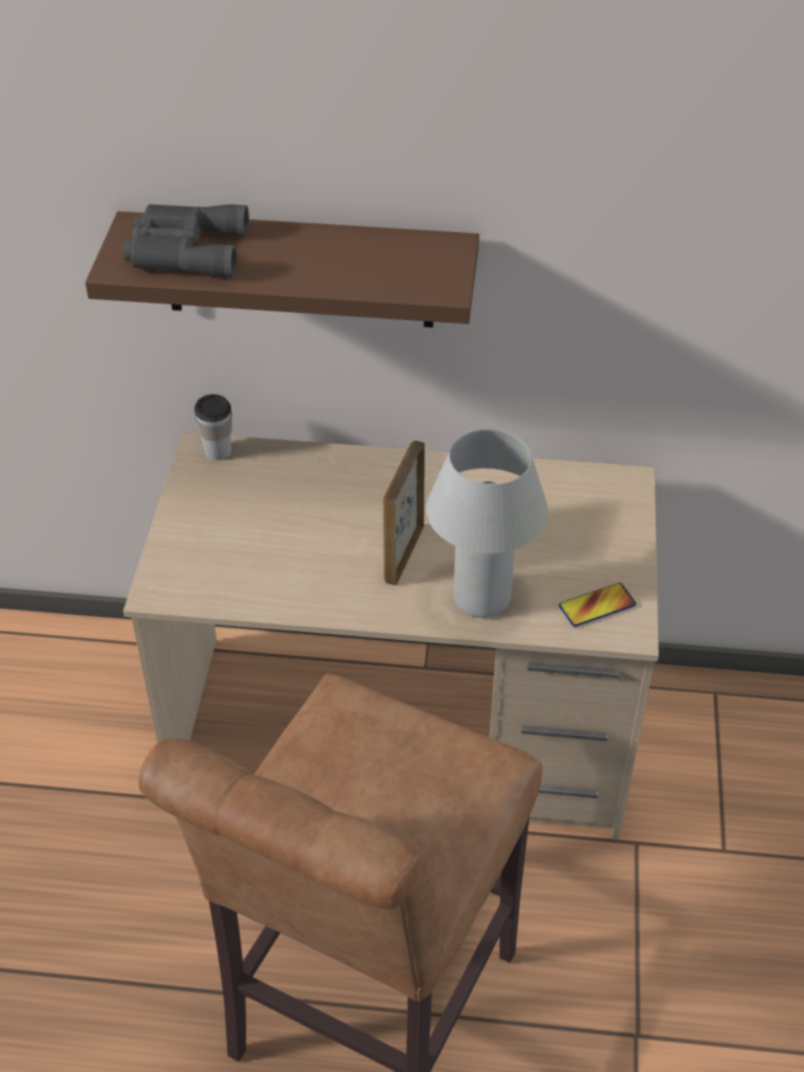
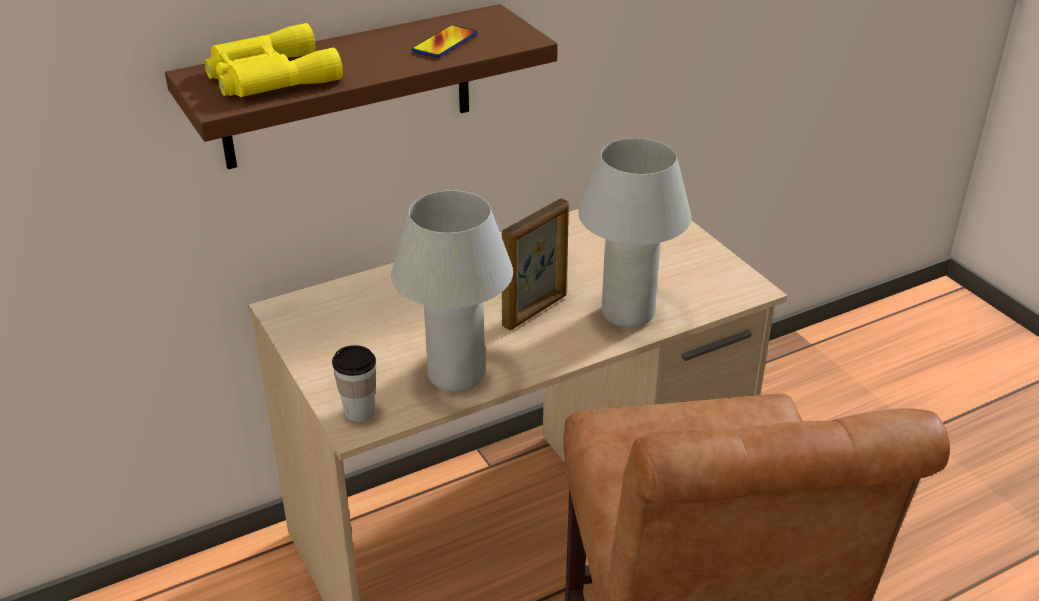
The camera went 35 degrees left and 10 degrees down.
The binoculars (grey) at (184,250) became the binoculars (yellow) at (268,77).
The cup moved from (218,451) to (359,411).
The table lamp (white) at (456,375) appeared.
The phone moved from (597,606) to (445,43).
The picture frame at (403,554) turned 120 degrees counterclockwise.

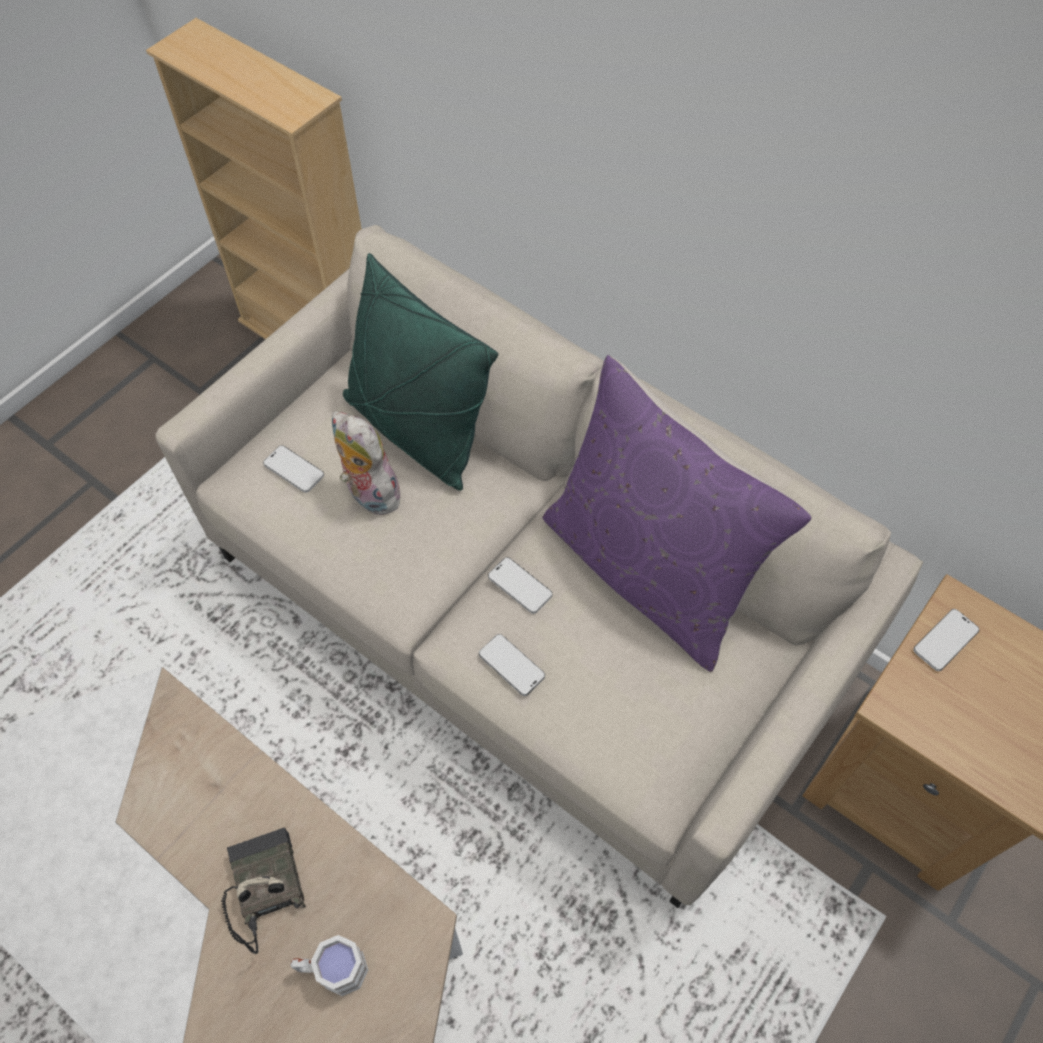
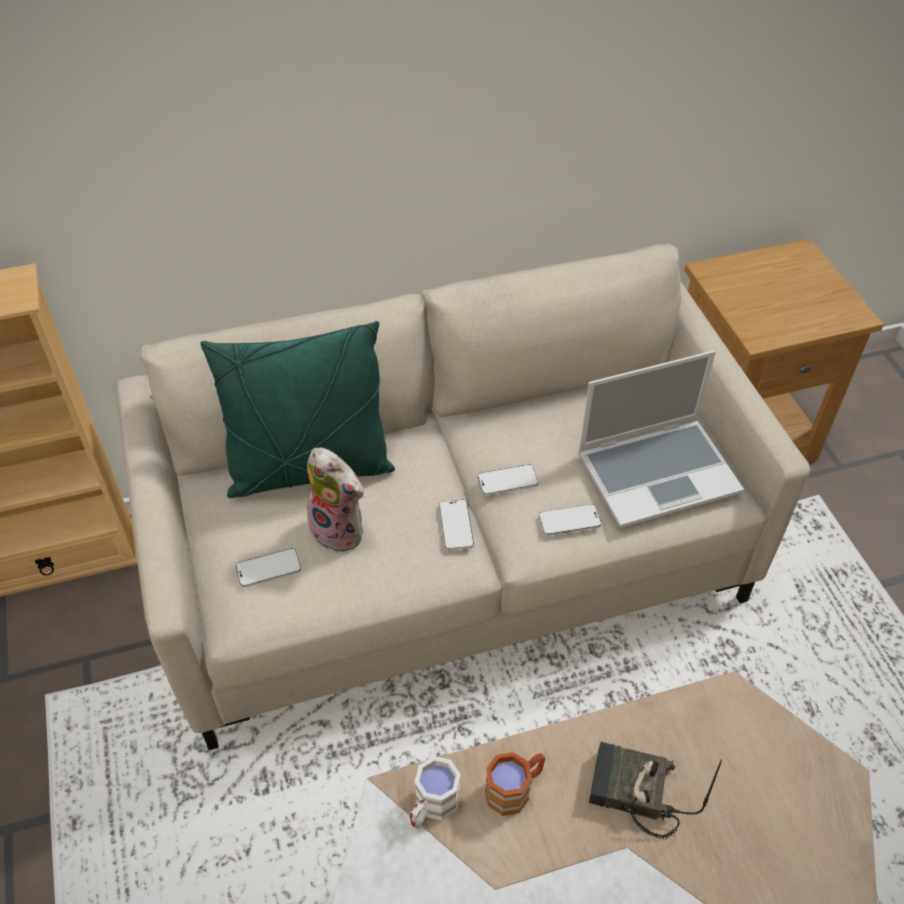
The camera went 55 degrees left and 10 degrees down.
The plush toy at (369,493) turned 135 degrees counterclockwise.
The mug (white) moved from (333,969) to (432,806).
The phone moved from (945,641) to (456,526).
The mug (brown) at (515,789) appeared.
The laptop at (658,472) appeared.
The pillow (purple) at (648,570) disappeared.

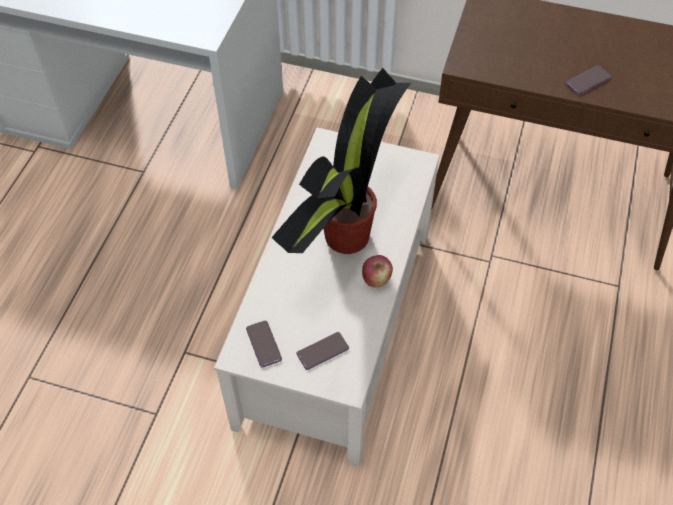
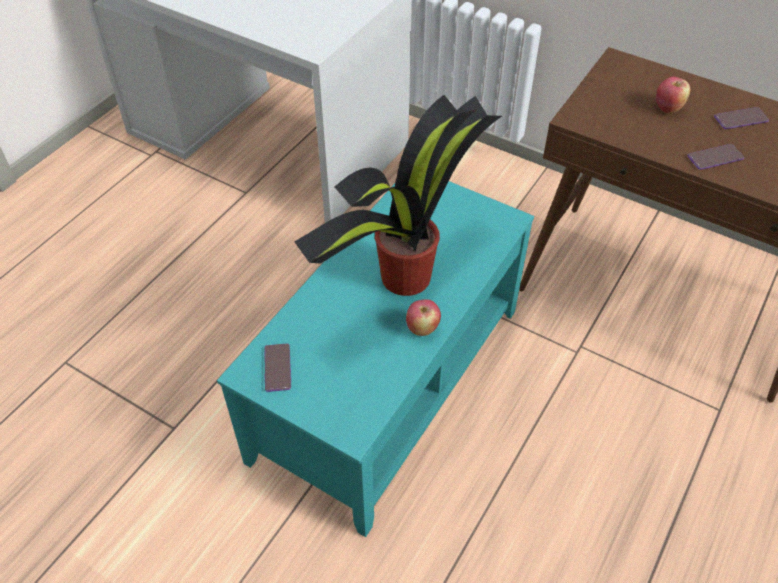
The camera went 15 degrees right and 5 degrees down.
The coffee table (beige) at (336,327) became the coffee table (turquoise) at (389,383).
The apple at (667,108) appeared.
The phone moved from (322,351) to (740,119).

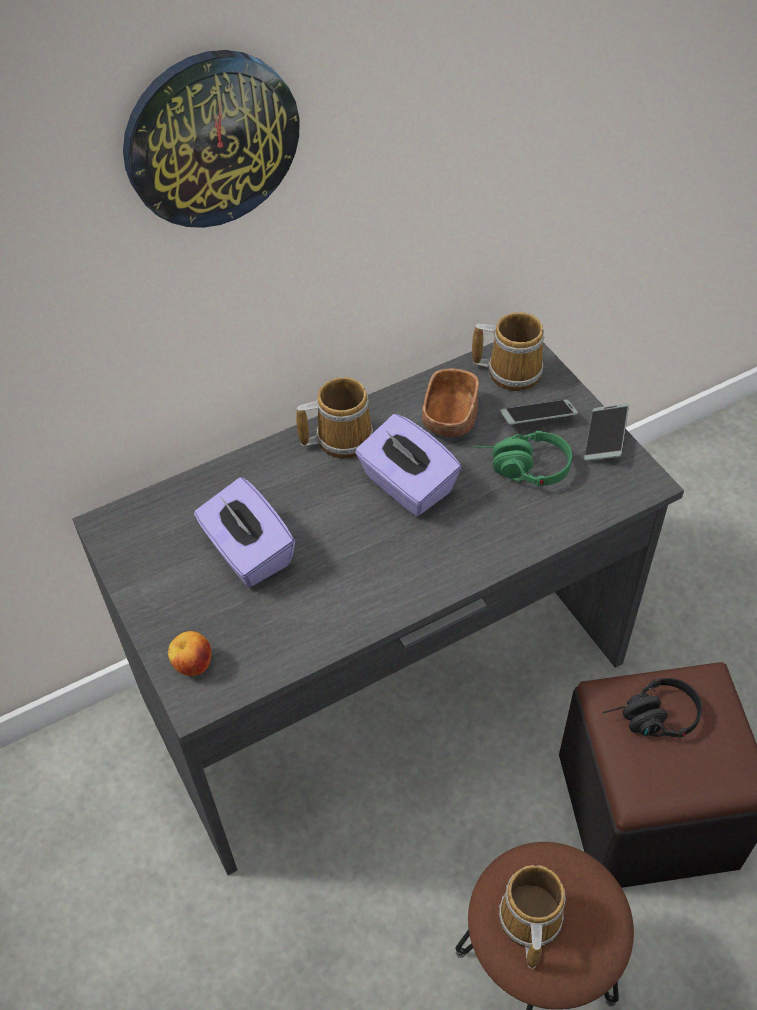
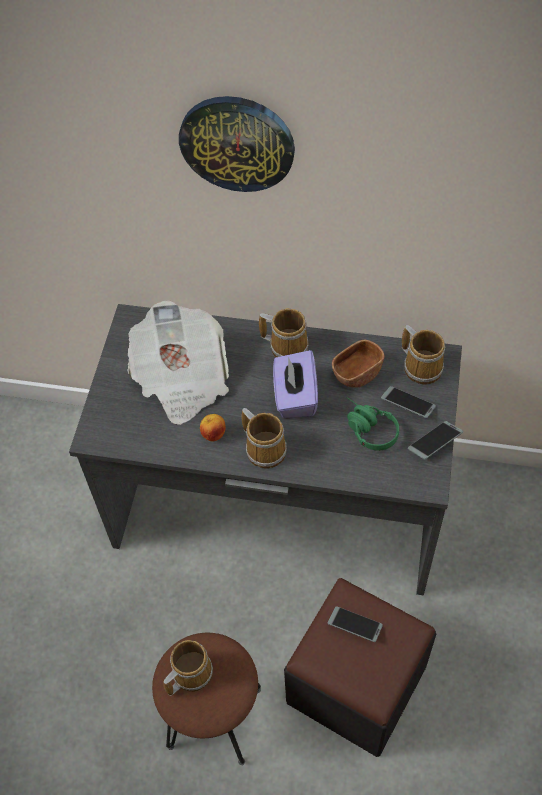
The camera went 40 degrees right and 5 degrees up.
The tissue box (purple) at (248,553) was replaced by the newspaper at (181,379).
The apple moved from (193,665) to (213,434).
The mug at (265,448) appeared.
The headphones (black) at (650,719) was replaced by the phone at (355,626).

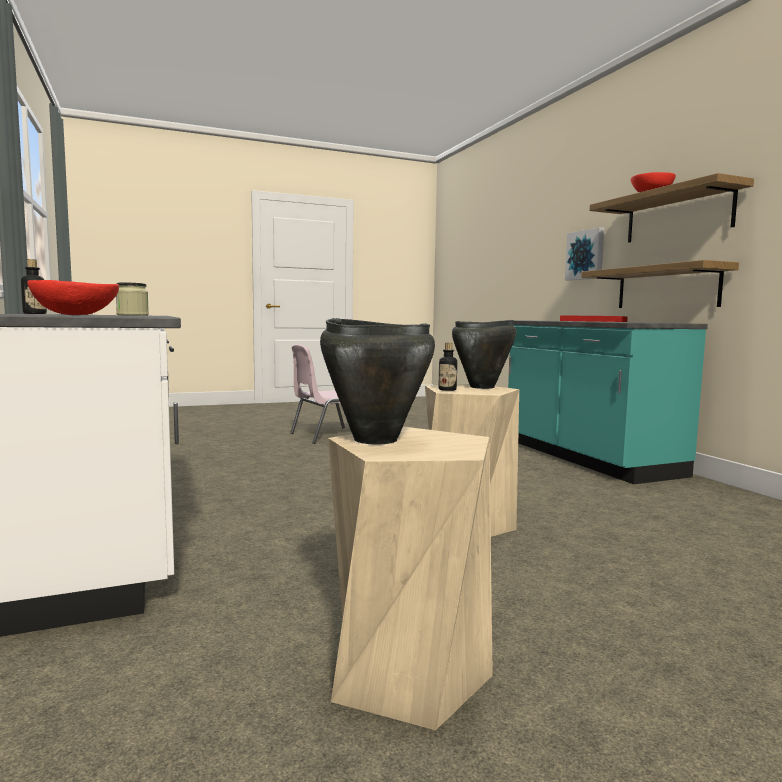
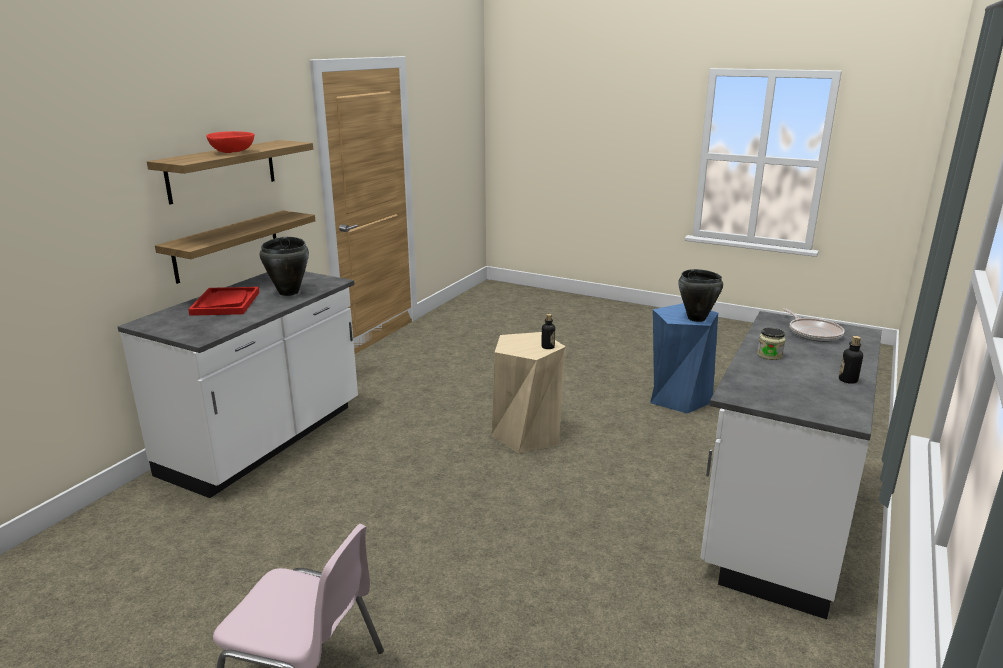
The camera went 130 degrees left and 15 degrees up.
The counter (turquoise) at (587,458) became the counter (white) at (265,441).
The cooking pot (black) moved from (482,387) to (289,292).
The stool (beige) at (407,672) became the stool (blue) at (678,398).
The bowl (red) at (76,315) was replaced by the frying pan at (813,333).
The picture at (586,255) disappeared.

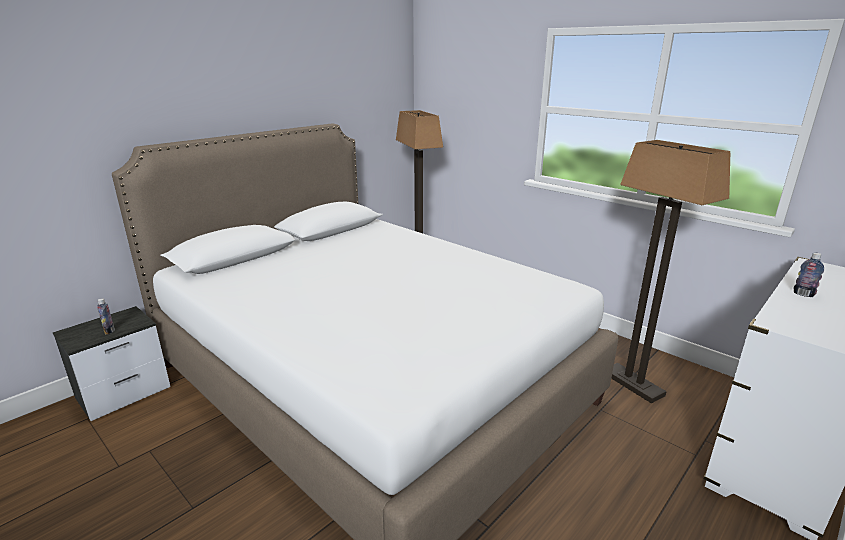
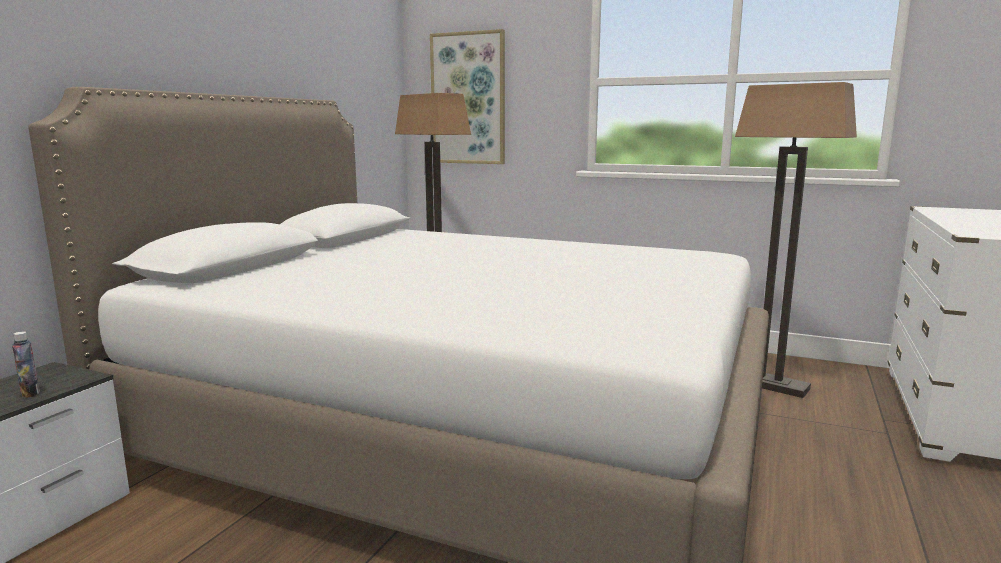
The camera went 20 degrees left and 10 degrees down.
The picture at (468,99) appeared.
The bottle at (803,294) disappeared.

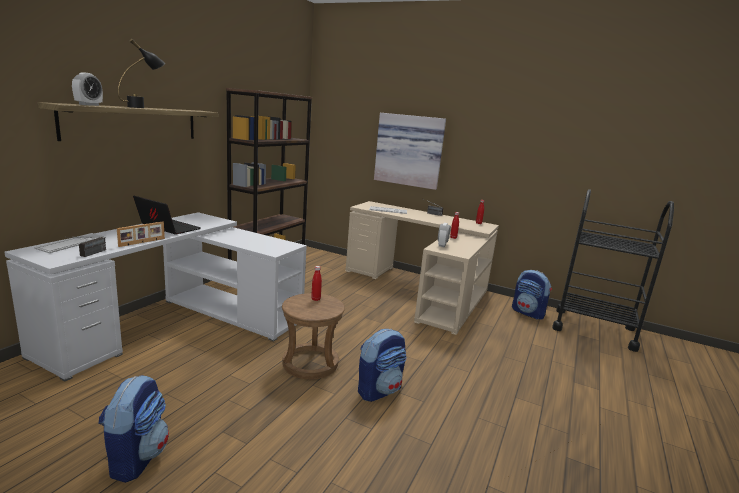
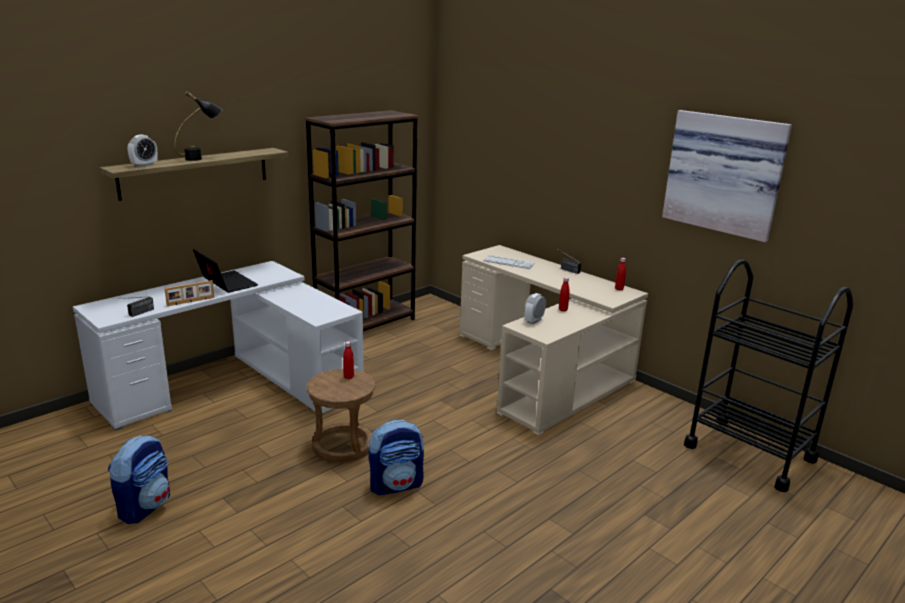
The camera went 20 degrees right and 5 degrees up.
The picture moved from (409,150) to (725,173).
The keyboard at (72,243) disappeared.
The backpack at (528,313) disappeared.

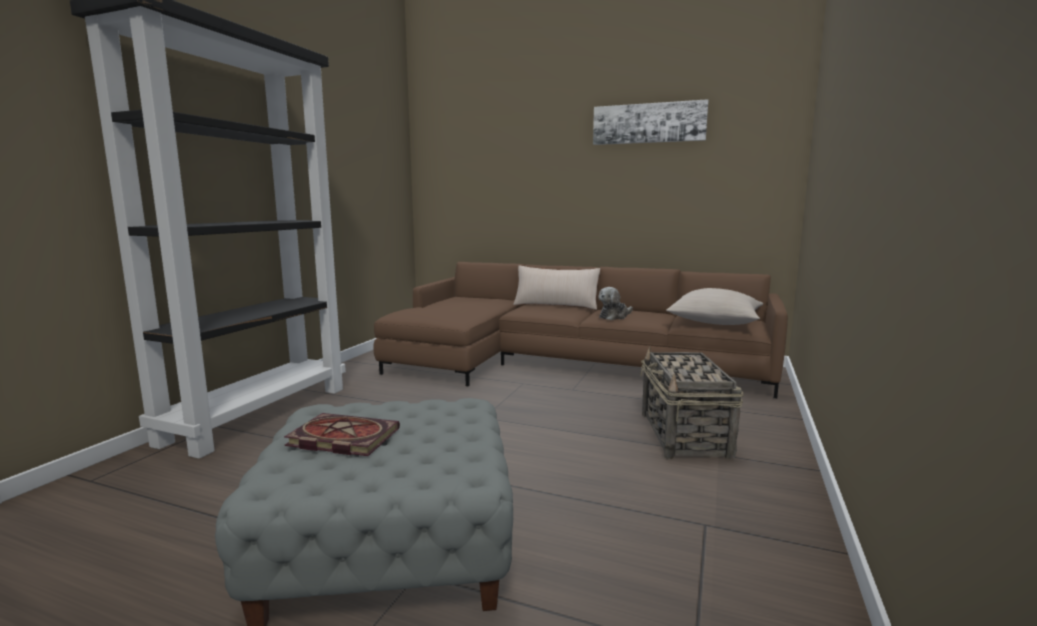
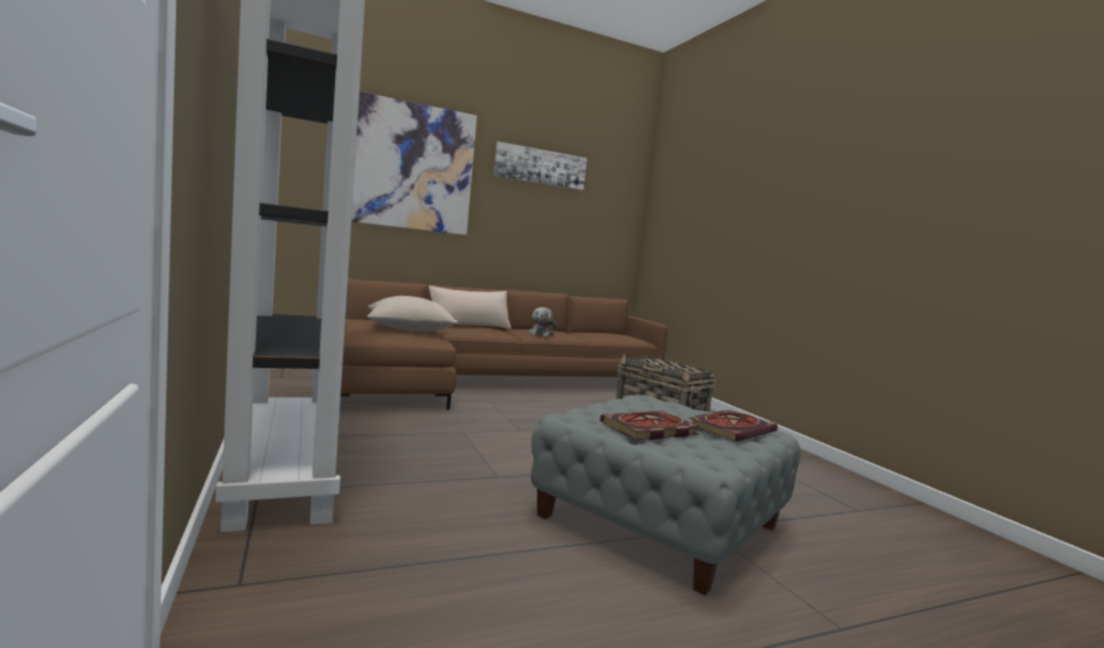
The camera went 45 degrees left and 5 degrees down.
The picture at (411,167) appeared.
The pillow (beige) moved from (715,322) to (409,329).
The book at (731,428) appeared.

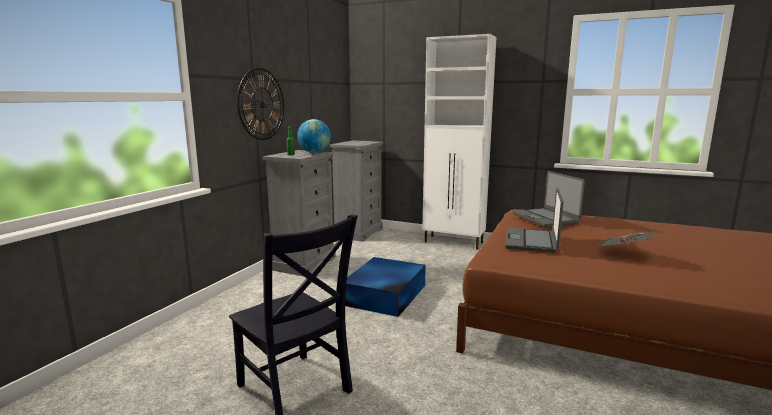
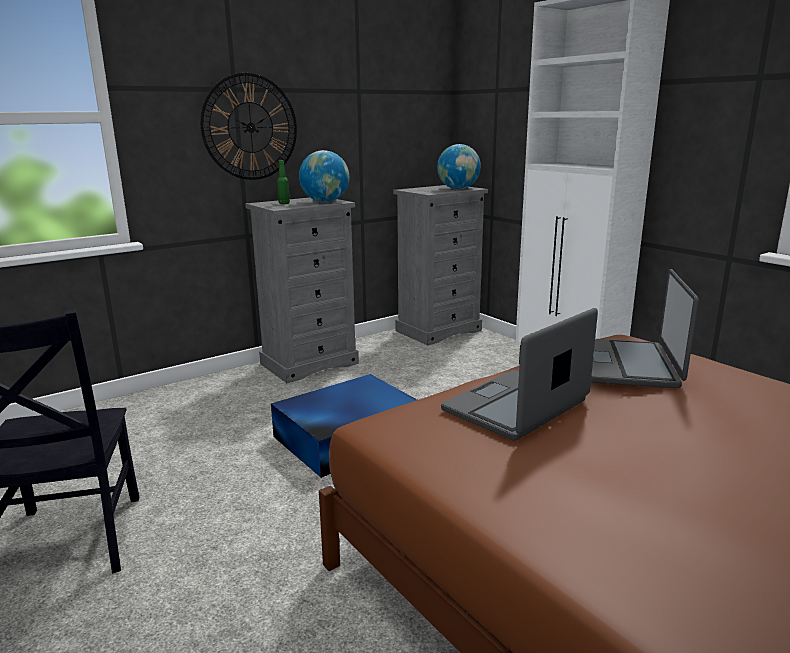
The camera went 30 degrees right and 5 degrees up.
The globe at (458,189) appeared.
The newspaper at (623,252) disappeared.

